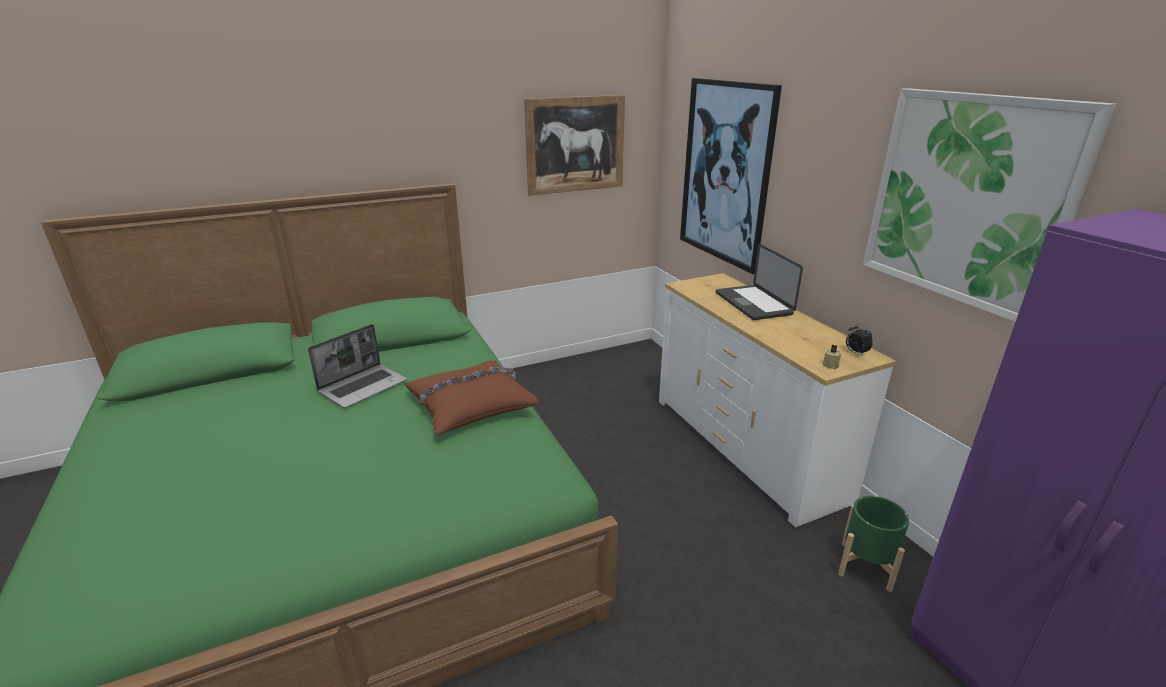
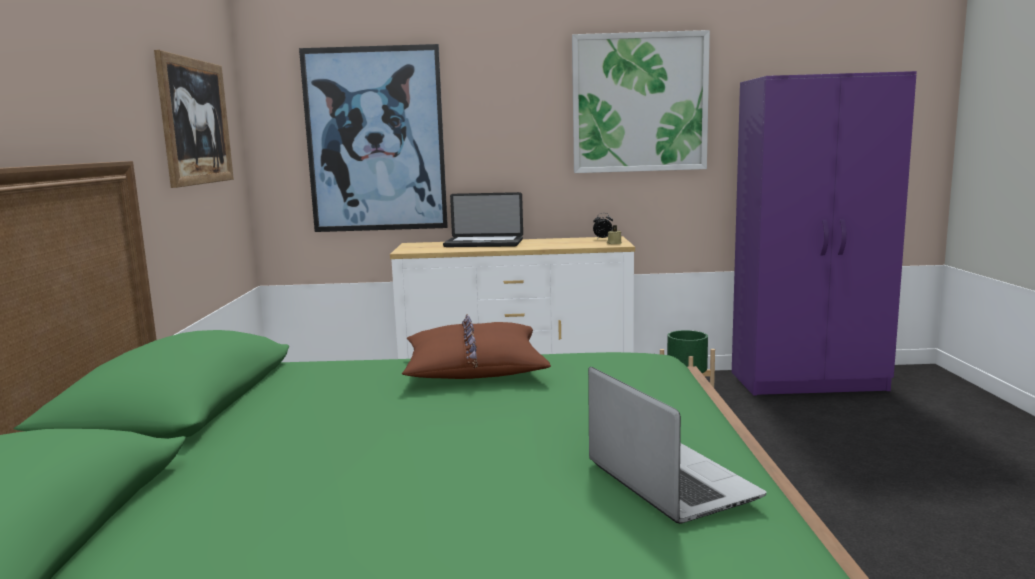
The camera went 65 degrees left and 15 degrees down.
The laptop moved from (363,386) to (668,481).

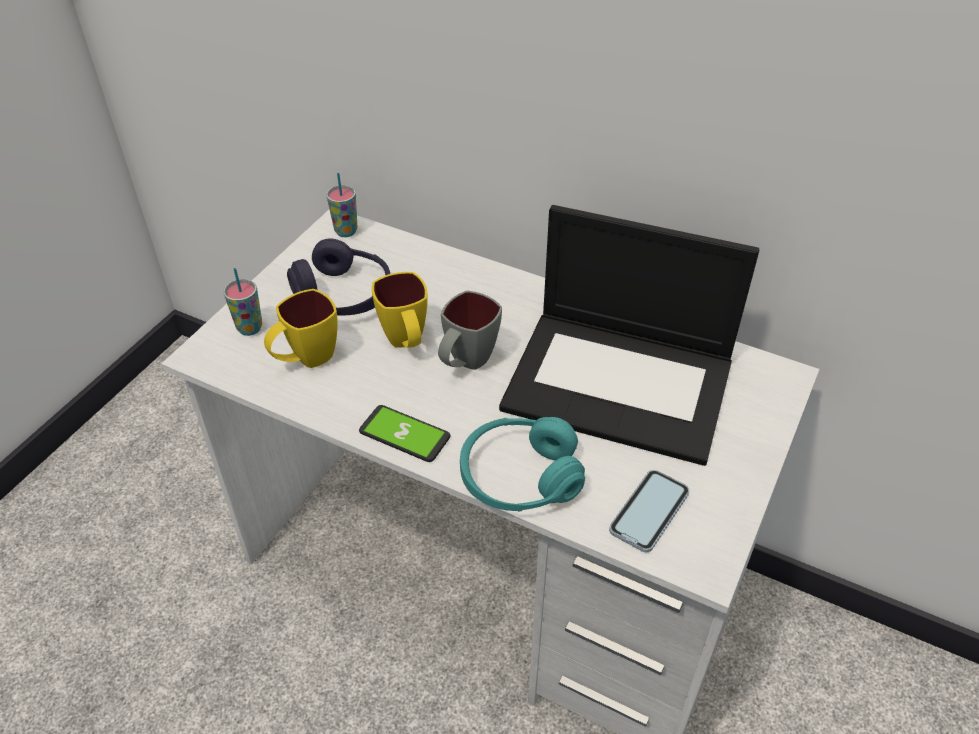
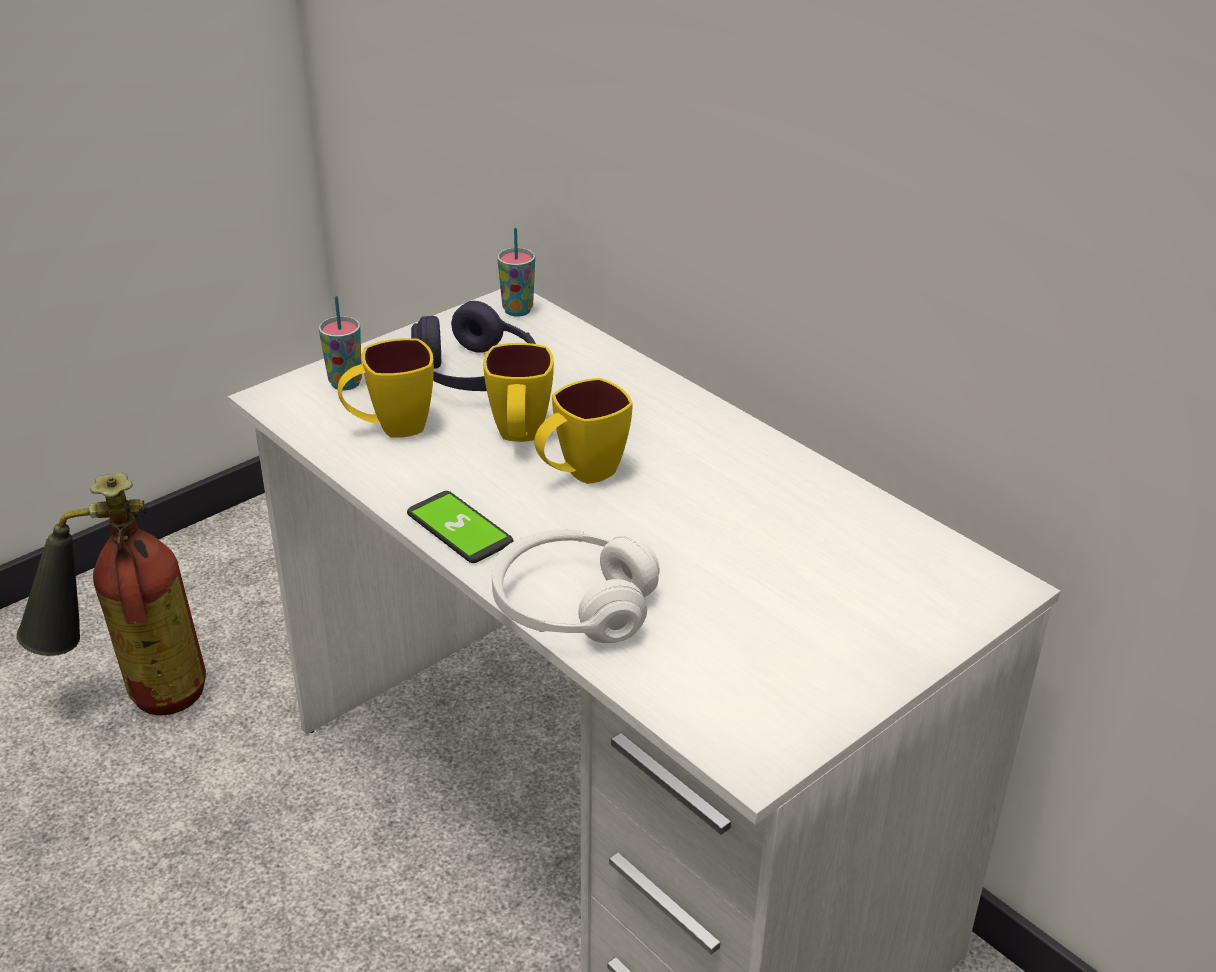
The camera went 20 degrees right and 10 degrees down.
The fire extinguisher at (135,698) appeared.
The headphones (turquoise) at (520,477) became the headphones (white) at (573,606).
The mug (grey) at (466,363) became the mug (yellow) at (580,475).
The laptop at (621,384) disappeared.
The phone at (649,512) disappeared.

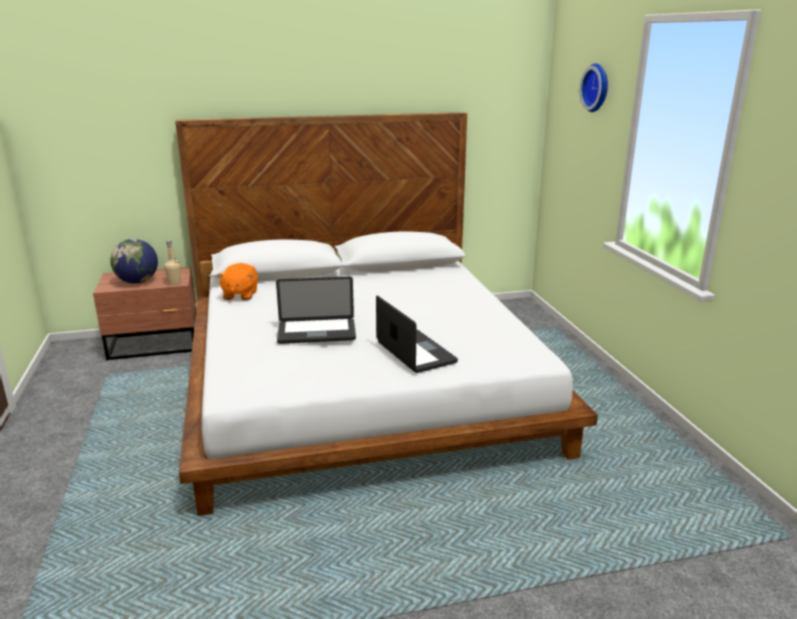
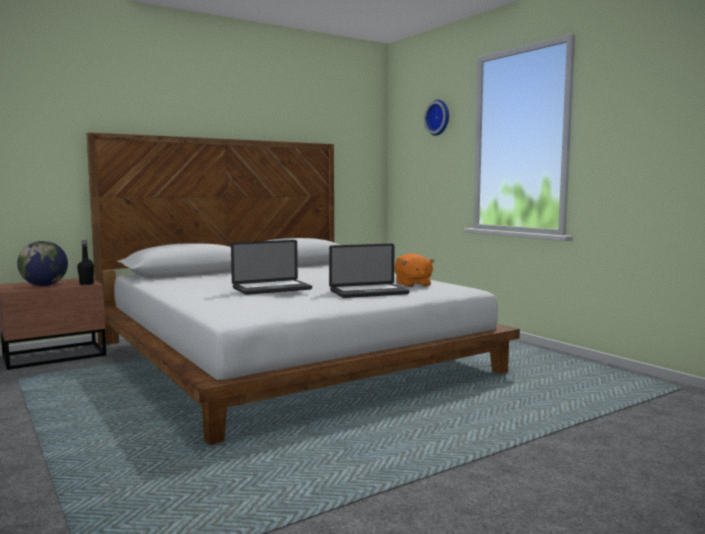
The camera went 20 degrees left and 15 degrees down.
The bottle (beige) at (174,283) became the bottle (black) at (86,284).
The laptop at (415,352) turned 120 degrees clockwise.
The plush toy (orange) moved from (240,295) to (412,284).

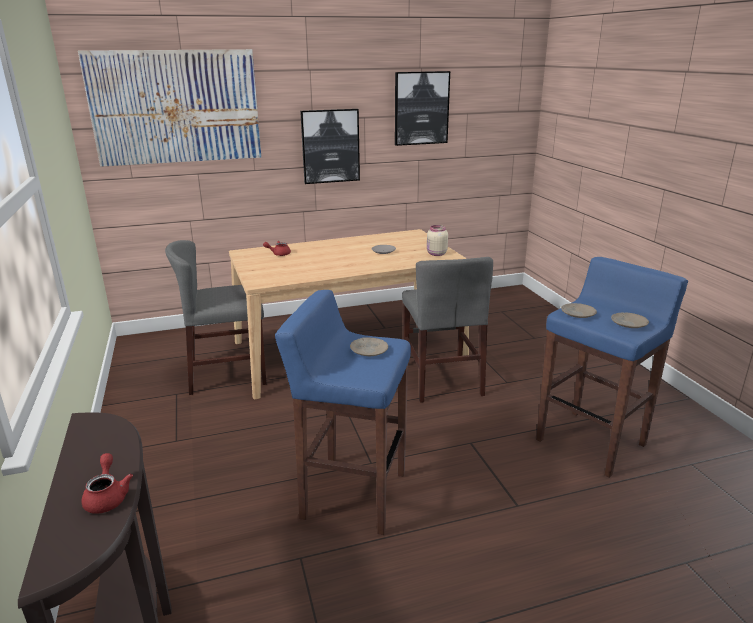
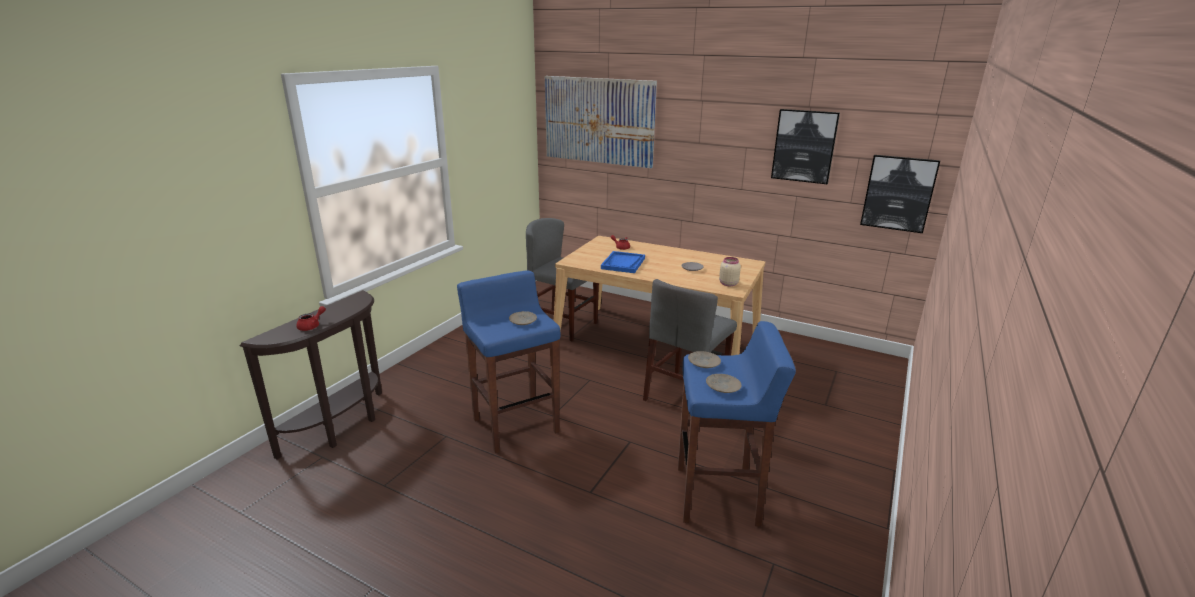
The camera went 45 degrees right and 0 degrees up.
The tray (blue) at (623,263) appeared.
The picture moved from (330,146) to (898,193).

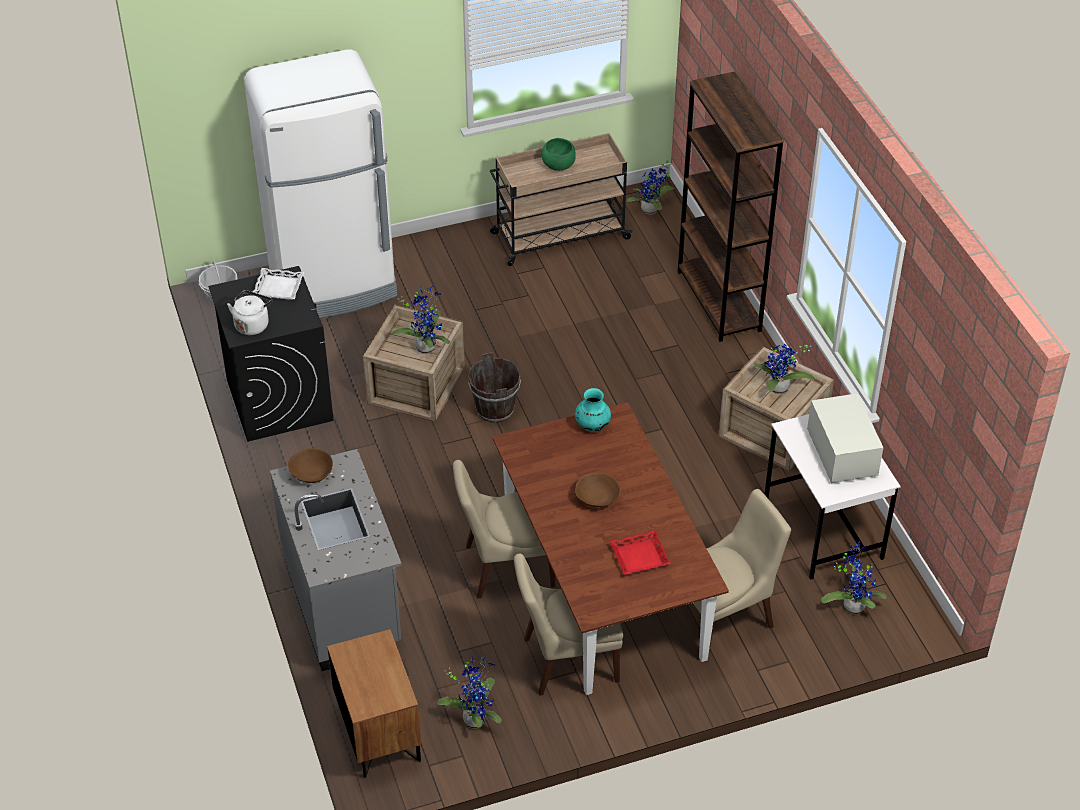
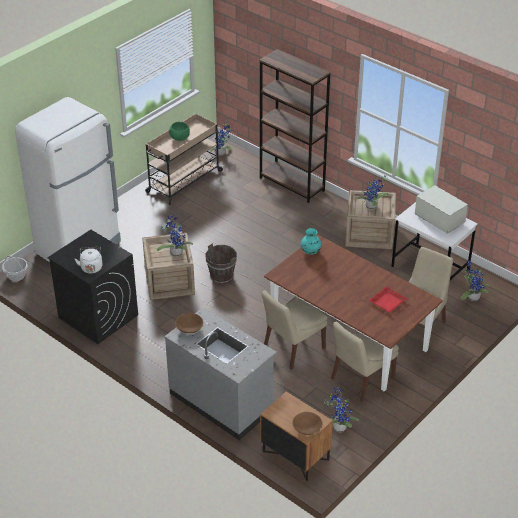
The camera went 30 degrees left and 5 degrees down.
The bowl (brown) moved from (597,498) to (306,429).
The tray (white) at (278,287) disappeared.

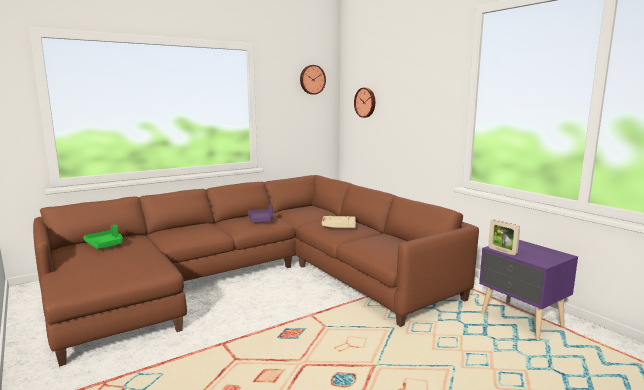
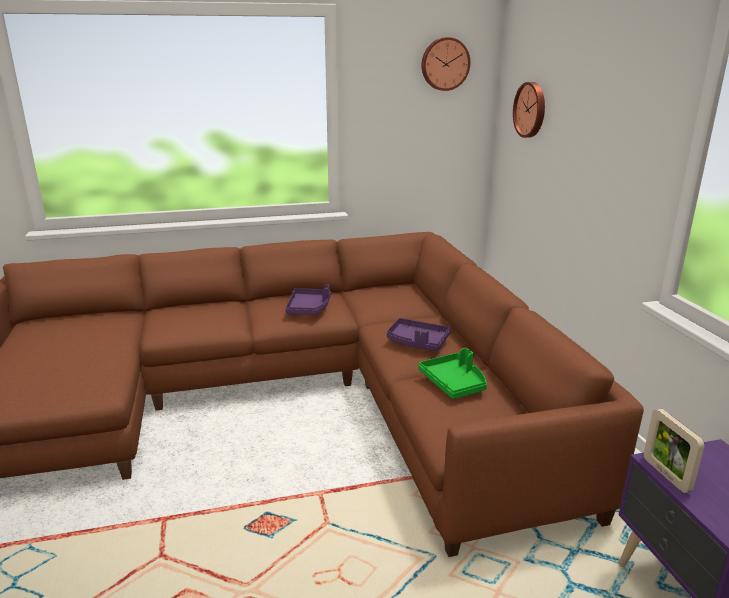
The camera went 20 degrees right and 10 degrees up.
The tray (beige) at (339,227) became the tray (purple) at (417,342).
The tray (green) moved from (105,244) to (454,383).

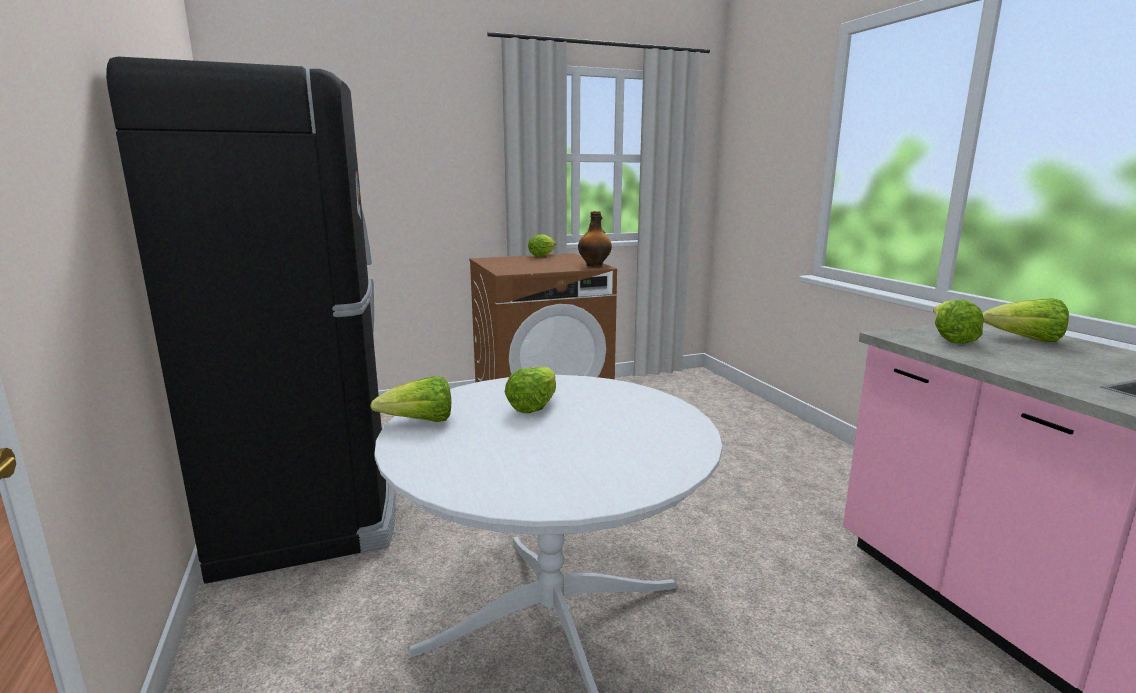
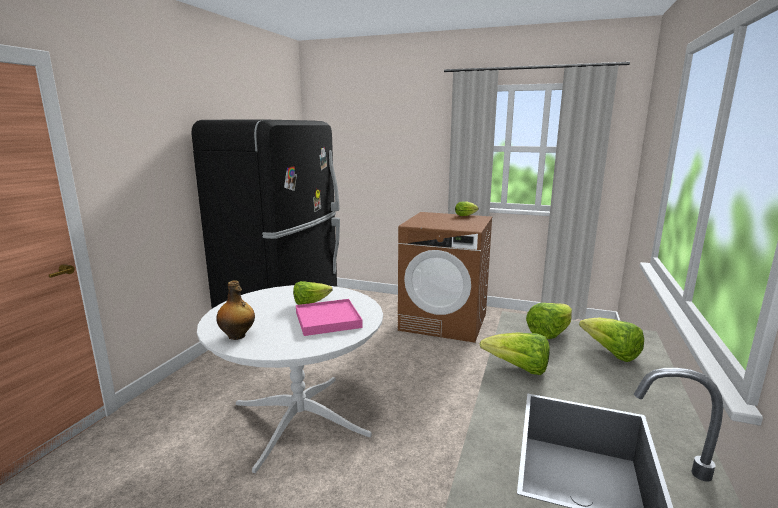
The camera went 40 degrees right and 0 degrees up.
The bottle moved from (594,265) to (237,336).
The tray (pink) at (327,320) appeared.
The lettuce moved from (420,422) to (518,369).

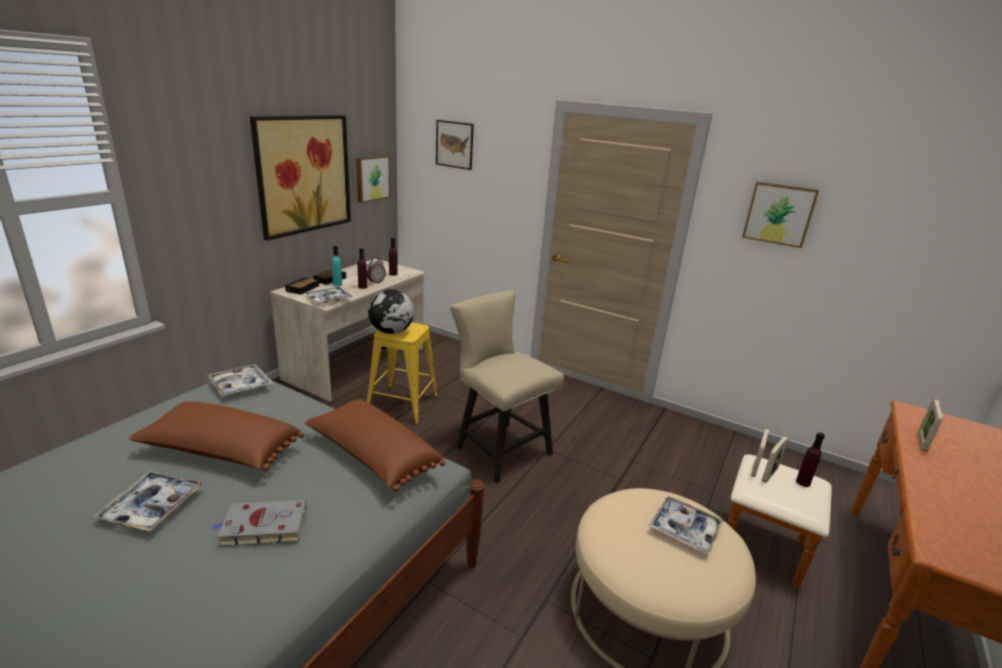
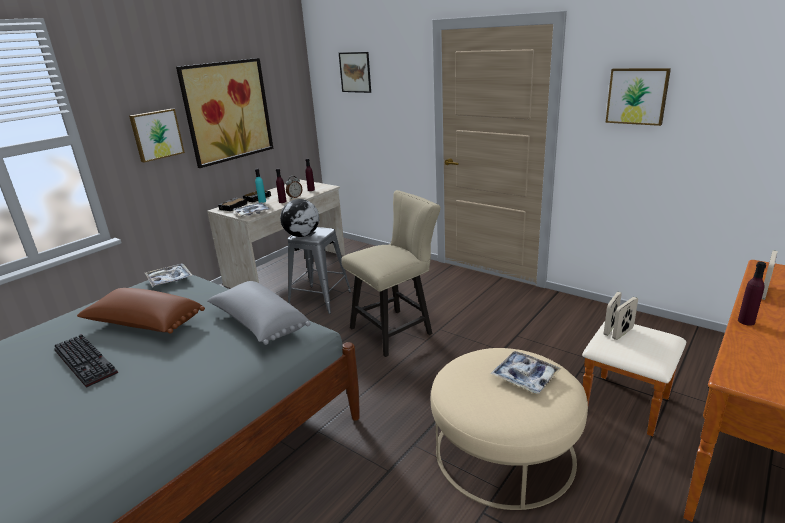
The camera went 10 degrees right and 0 degrees up.
The tray at (152,507) was replaced by the keyboard at (88,361).
The picture moved from (372,178) to (156,134).
The pillow (brown) at (372,456) became the pillow (grey) at (258,324).
The stool (yellow) at (402,404) became the stool (grey) at (320,299).
The chair (beige) at (498,448) turned 90 degrees clockwise.
The bottle (purple) moved from (803,482) to (746,321).
The book (grey) at (262,527) disappeared.

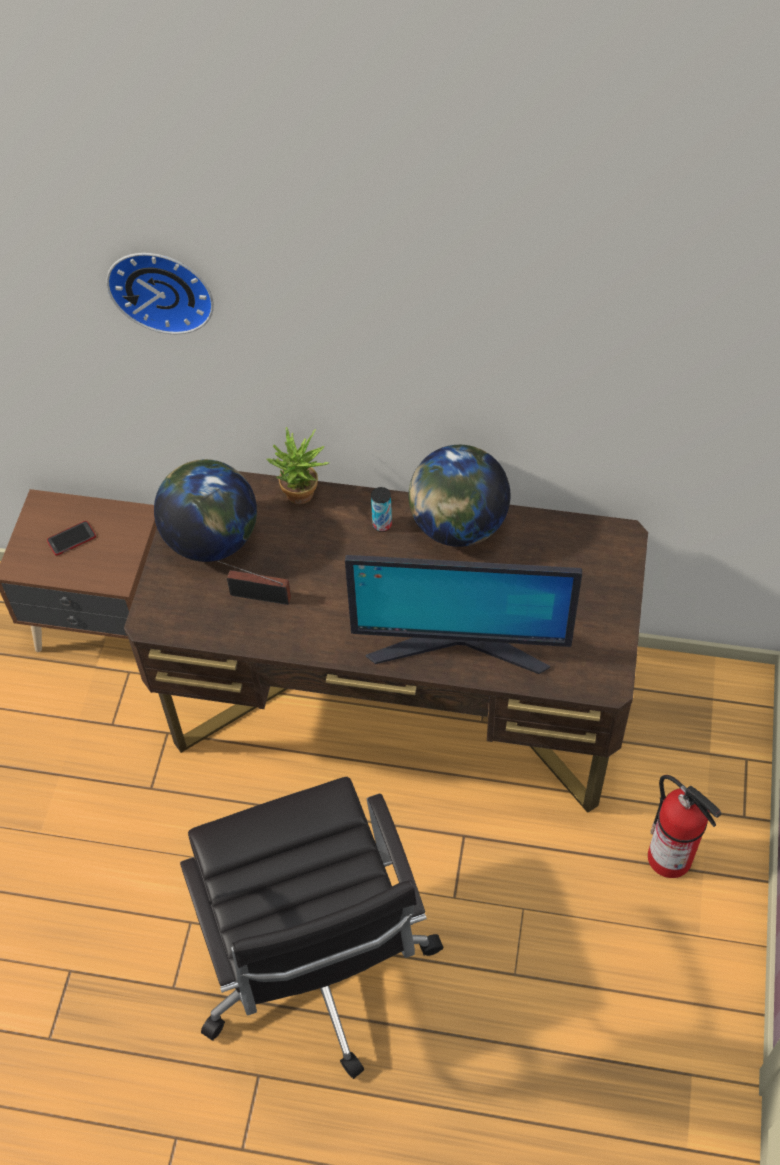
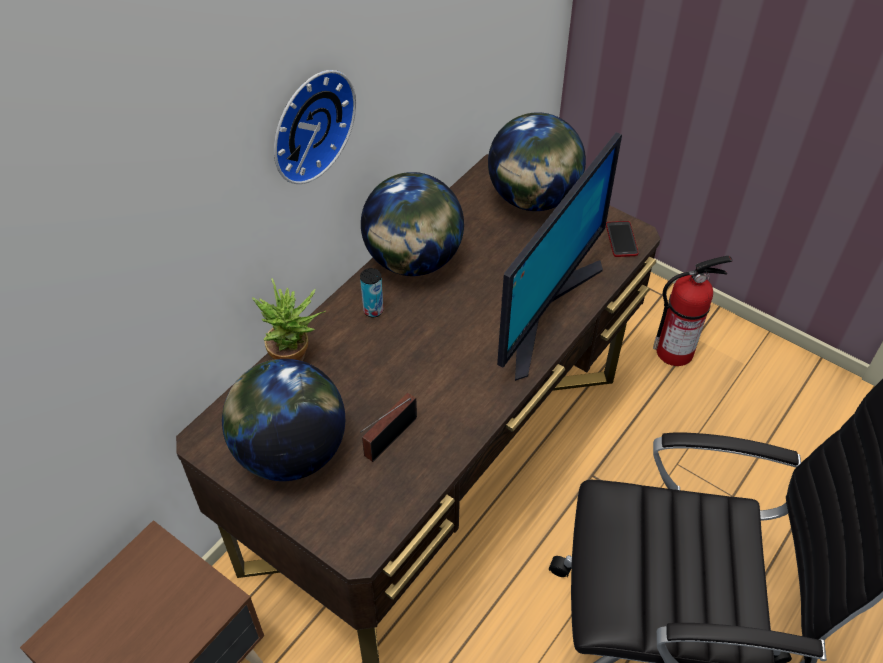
The camera went 65 degrees left and 5 degrees down.
The wall clock moved from (162,287) to (308,124).
The globe at (533,198) appeared.
The phone moved from (71,539) to (621,239).

